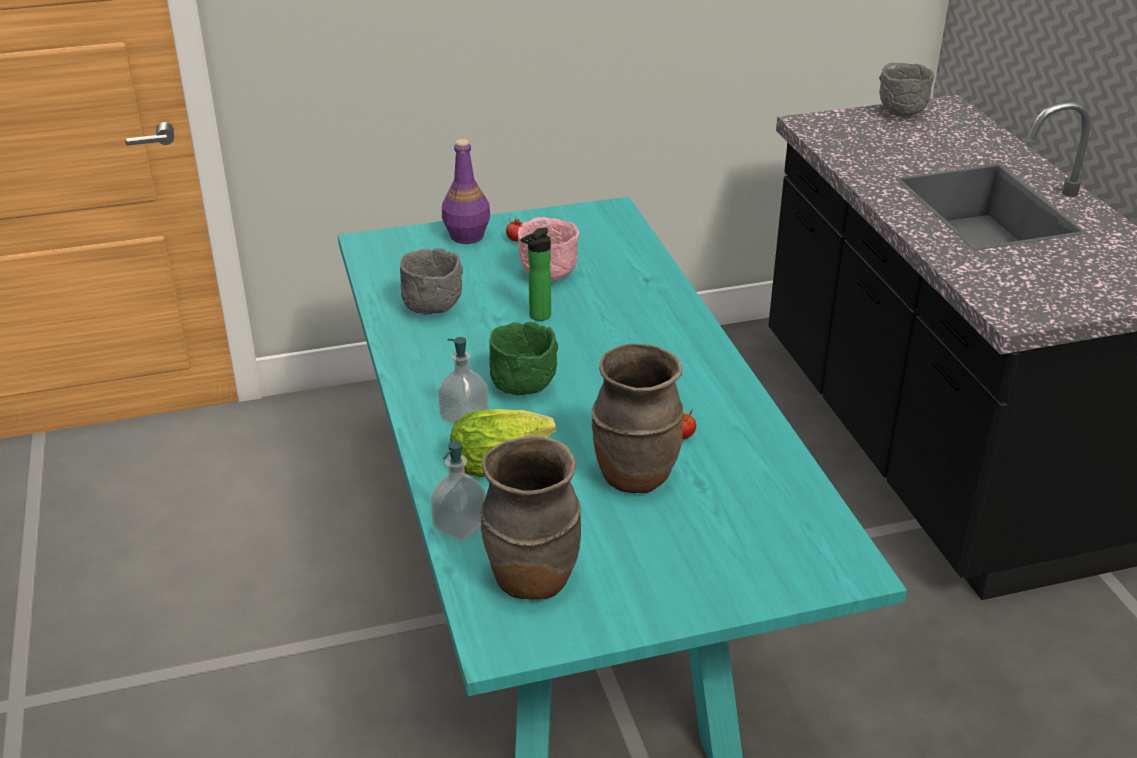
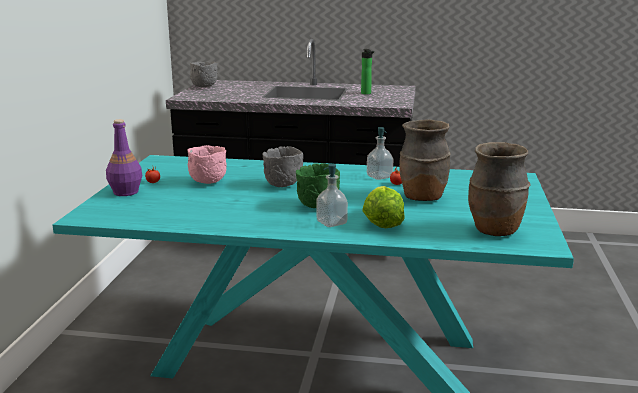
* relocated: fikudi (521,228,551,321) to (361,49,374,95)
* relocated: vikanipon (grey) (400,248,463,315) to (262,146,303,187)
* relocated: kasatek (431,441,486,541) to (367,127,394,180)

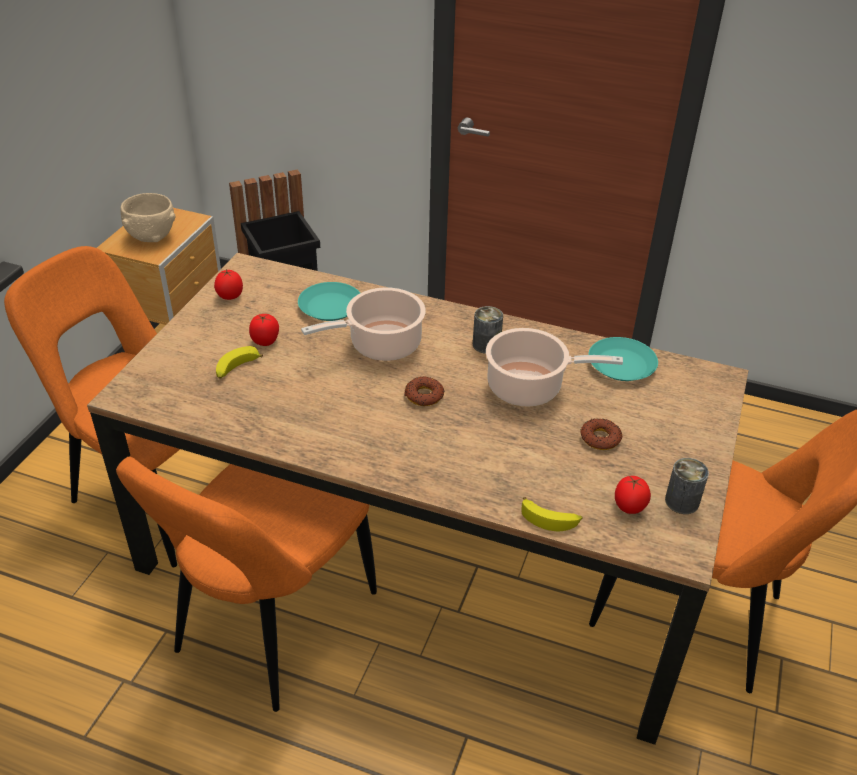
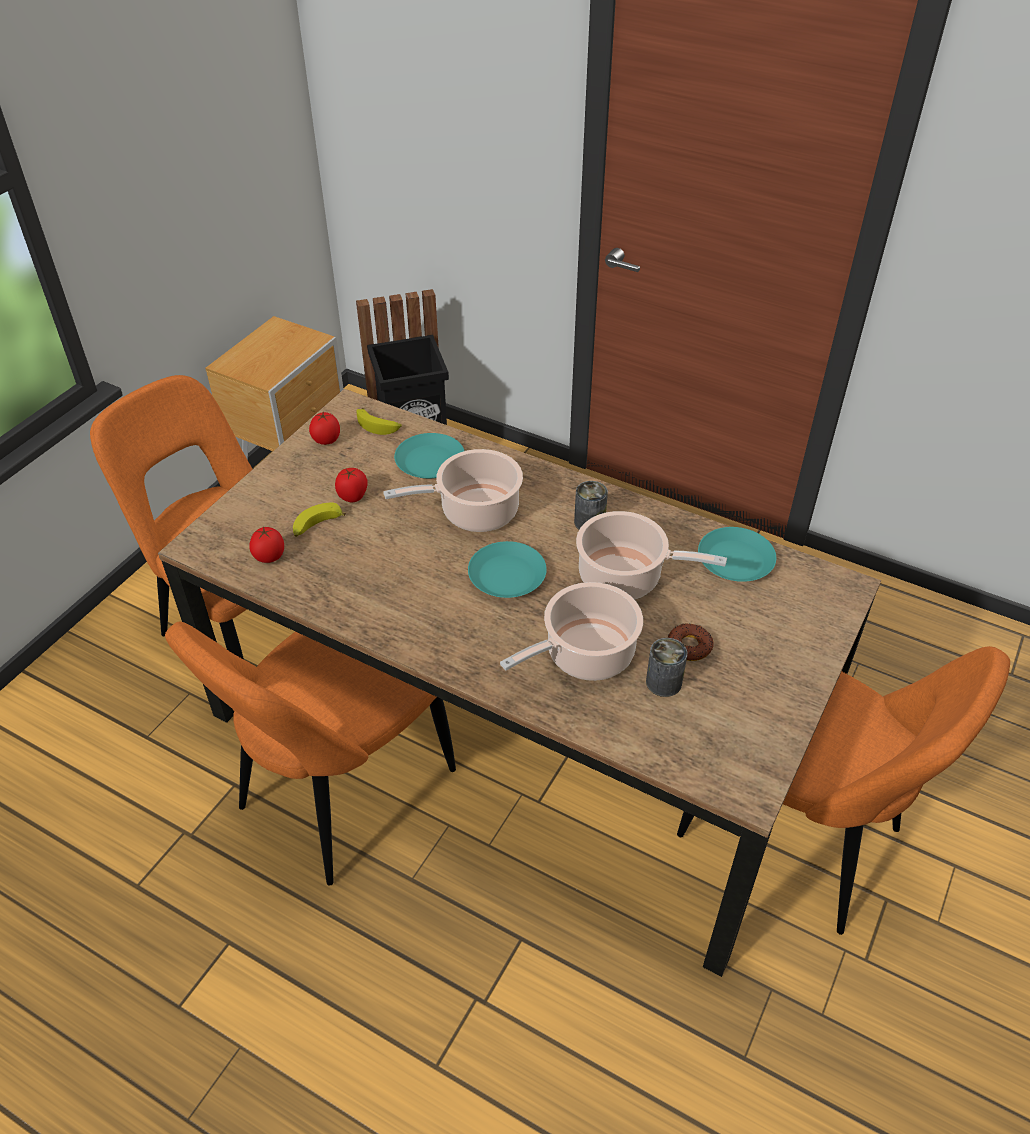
* missing: vikanipon (beige) (120,193,176,242)
* exchanged: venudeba (404,376,444,406) to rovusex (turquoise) (468,541,547,598)
* relocated: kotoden (665,458,709,514) to (646,638,687,697)
* relocated: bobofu (615,476,651,514) to (250,526,284,563)
* relocated: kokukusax (521,497,582,531) to (356,408,402,435)
* appeared: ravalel (500,582,643,681)

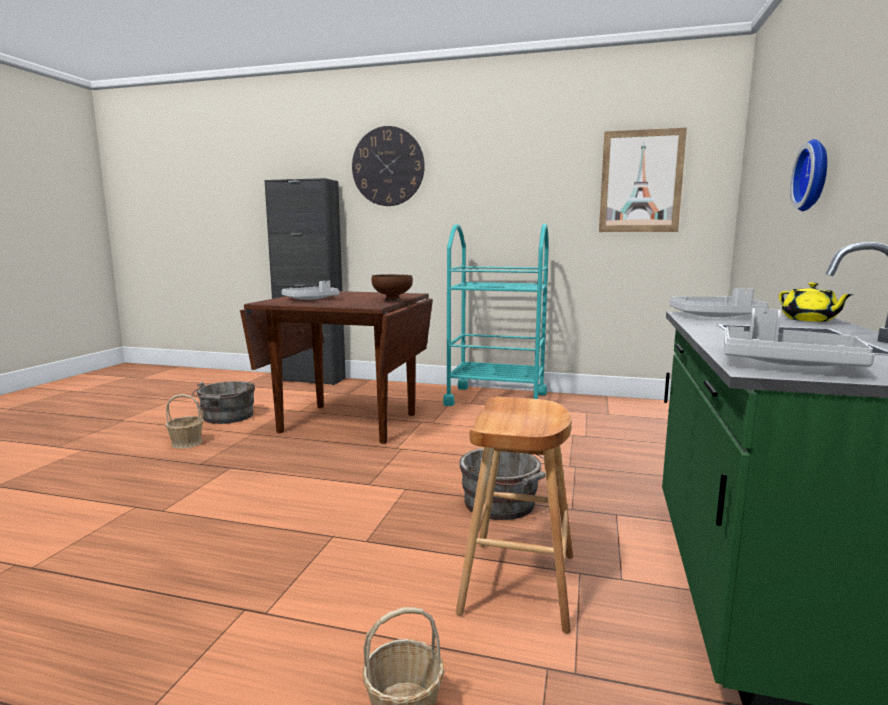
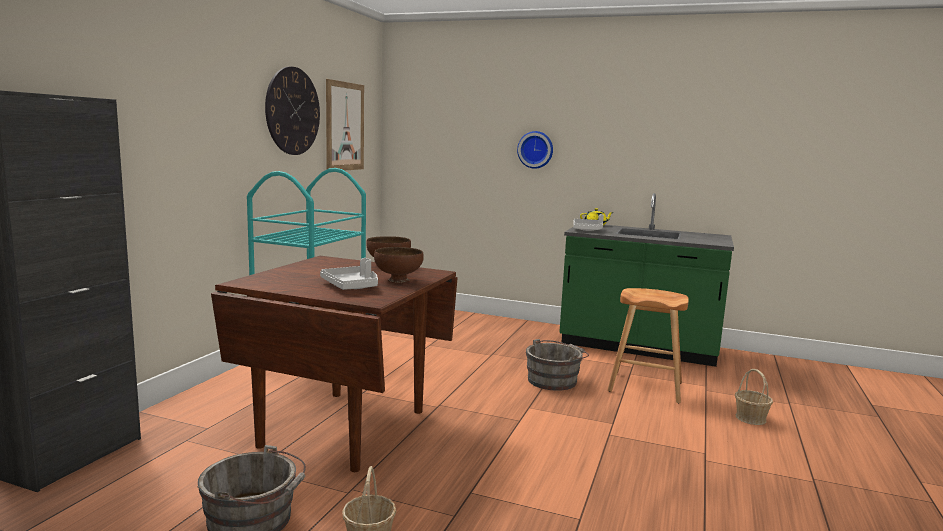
* relocated: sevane (352,126,425,206) to (265,67,320,155)
* missing: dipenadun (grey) (724,308,875,367)
* appeared: vikanipon (brown) (374,247,424,283)

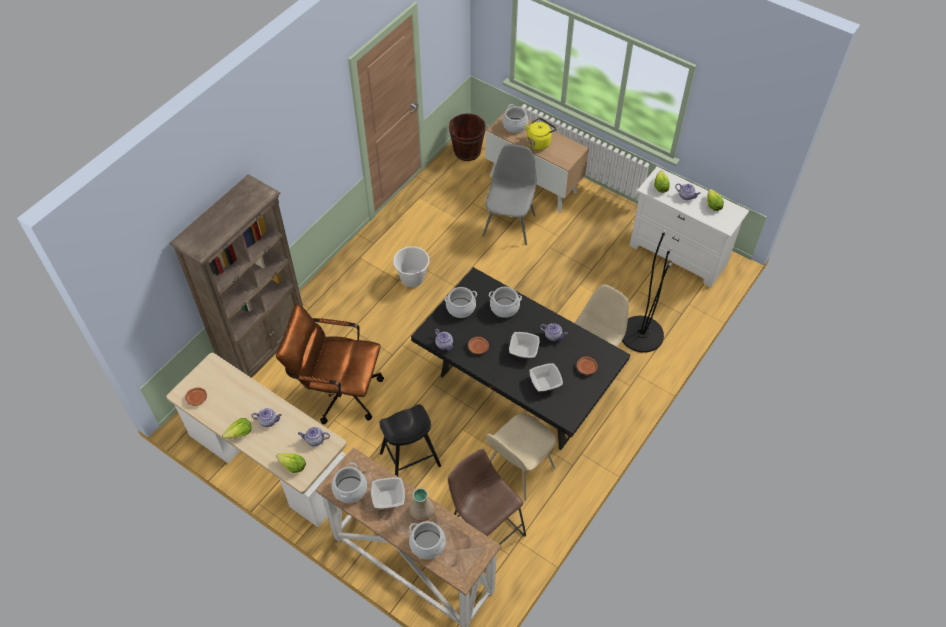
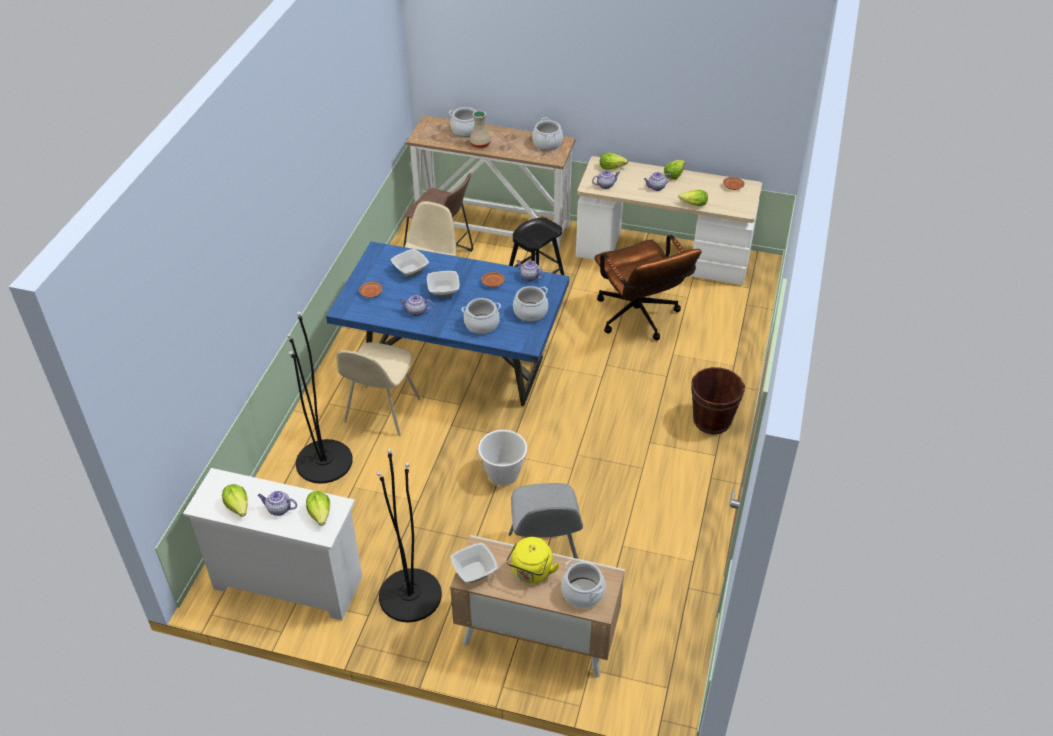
* relocated: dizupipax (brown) (449,113,486,161) to (691,367,745,434)
* missing: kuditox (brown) (169,174,303,378)
* relocated: dizupipax (white) (393,246,429,287) to (478,430,527,486)
* colour: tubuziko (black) (411,267,630,450) to tubuziko (blue) (326,242,569,406)
* spun: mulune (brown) (276,304,384,424) = (594,235,702,340) 75 degrees clockwise
* relocated: vikanipon (371,477,405,509) to (450,543,498,583)
* appeared: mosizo (678,190,708,206)
* appeared: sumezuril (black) (377,449,442,622)

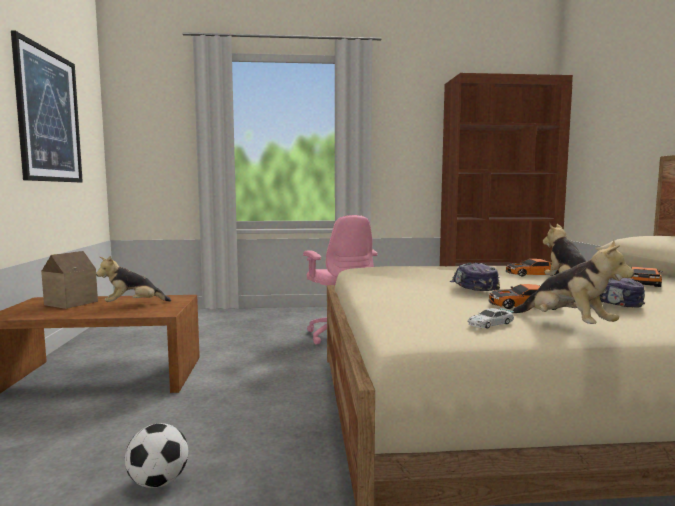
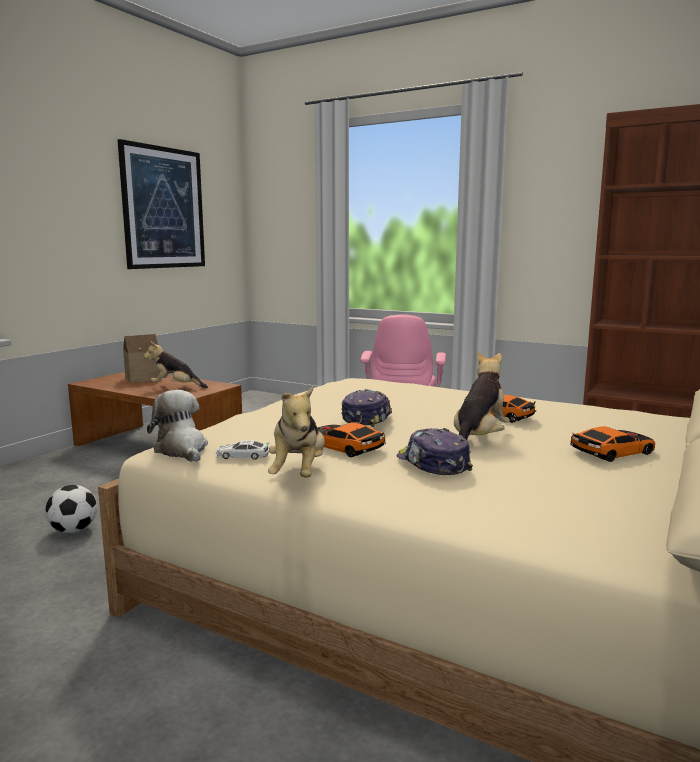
* appeared: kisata (147,390,208,462)

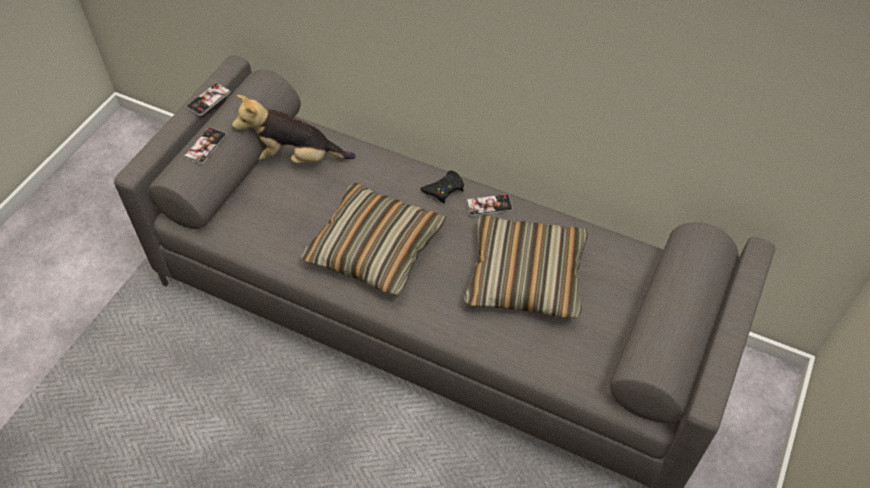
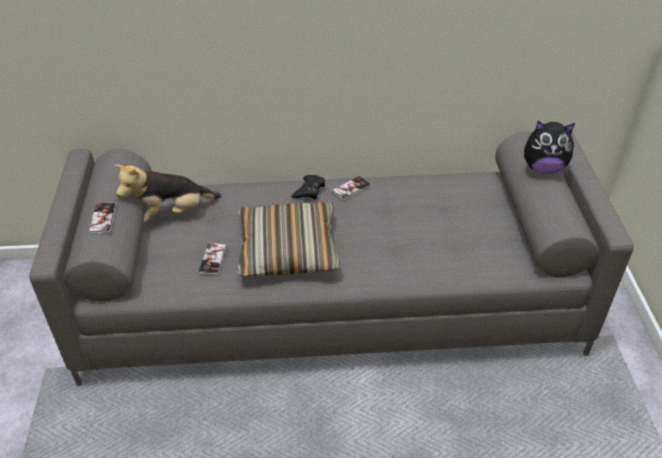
* relocated: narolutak (186,83,230,116) to (198,243,227,275)
* missing: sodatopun (464,215,588,318)
* appeared: kisata (524,121,575,174)

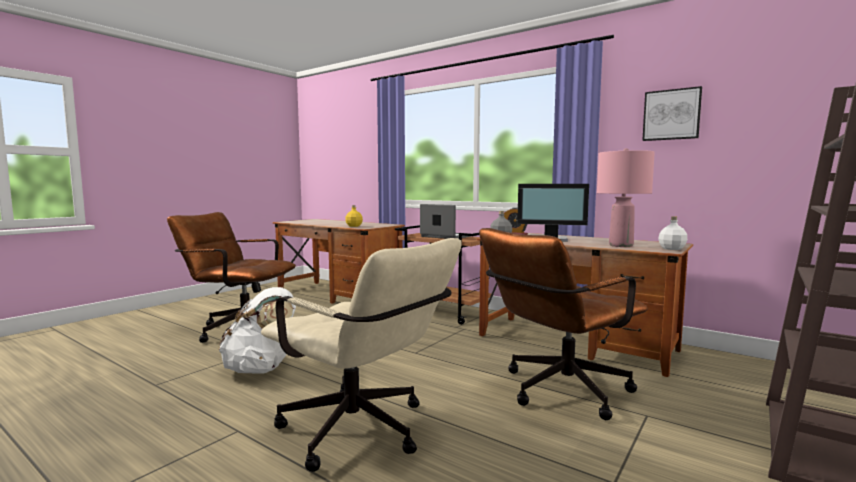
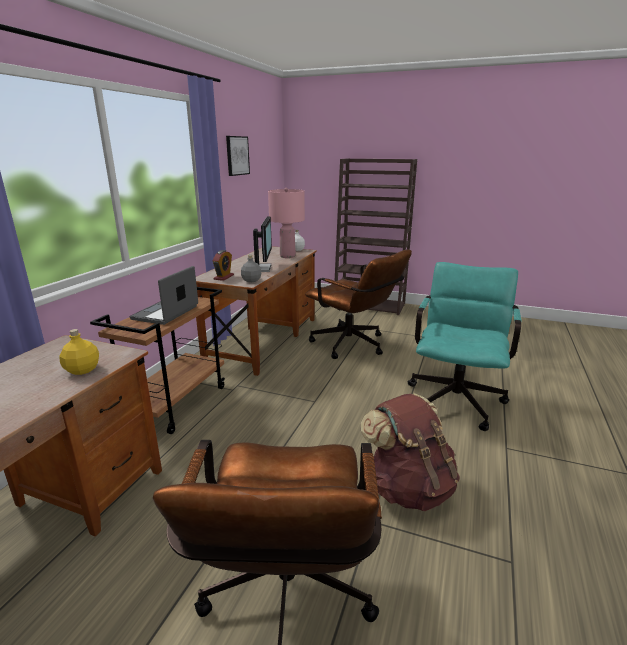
* colour: mulune (beige) (261,238,462,472) to mulune (turquoise) (408,262,522,431)
* colour: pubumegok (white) (218,287,296,374) to pubumegok (brown) (361,394,460,511)

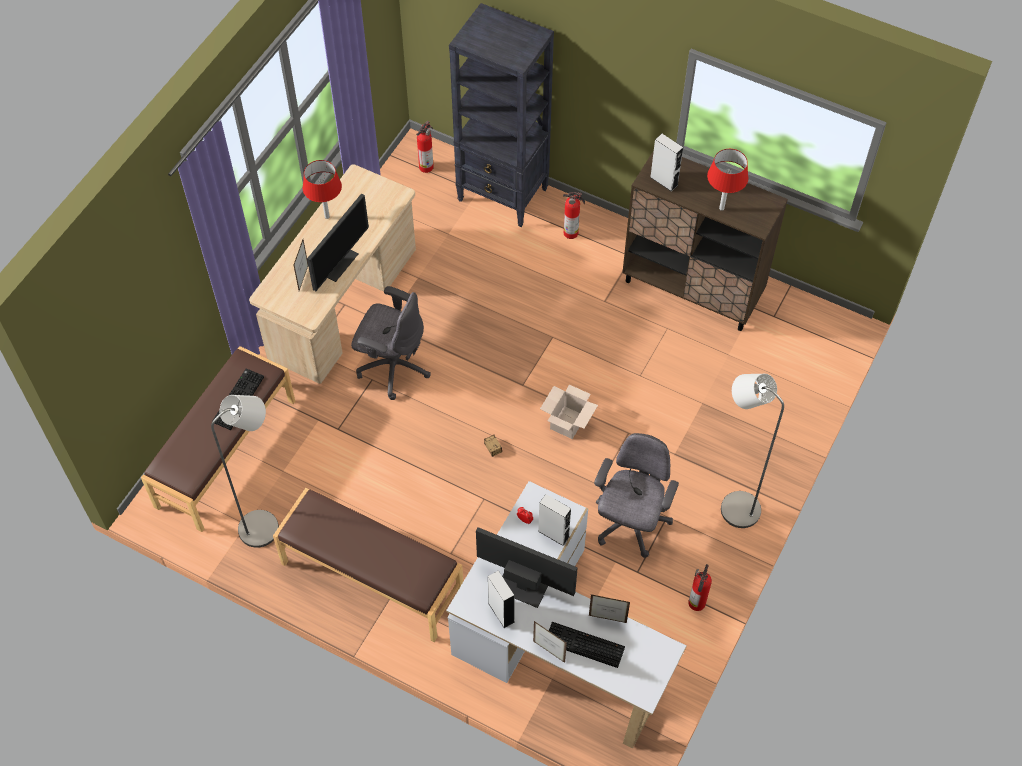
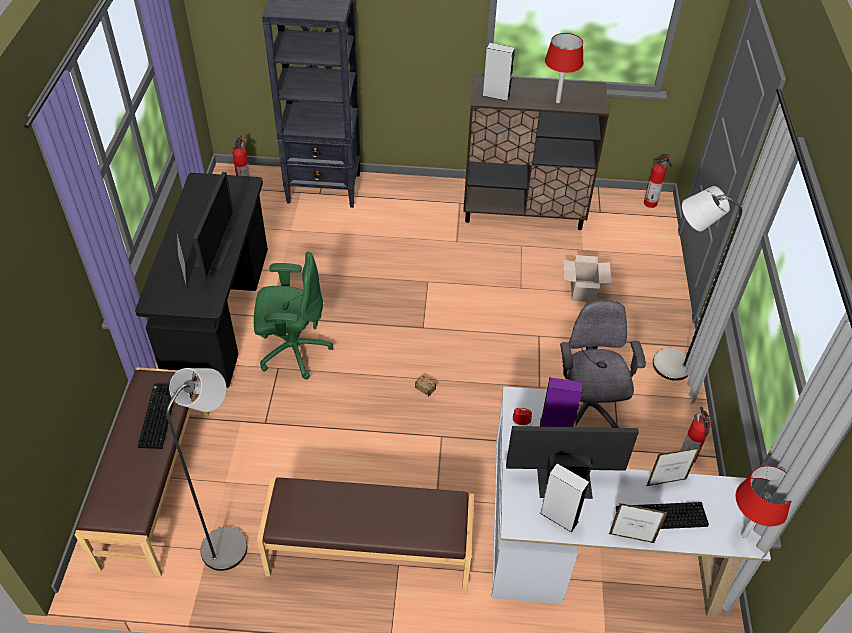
* relocated: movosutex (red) (303,160,342,219) to (735,465,791,538)
* colour: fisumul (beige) (249,164,416,384) to fisumul (black) (135,173,268,388)
* relocated: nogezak (563,192,585,239) to (644,155,671,208)
* colour: mulune (grey) (351,286,431,400) to mulune (green) (254,252,333,379)
* relocated: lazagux (540,385,598,439) to (563,255,611,302)
* colour: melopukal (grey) (538,494,571,546) to melopukal (purple) (540,377,583,427)

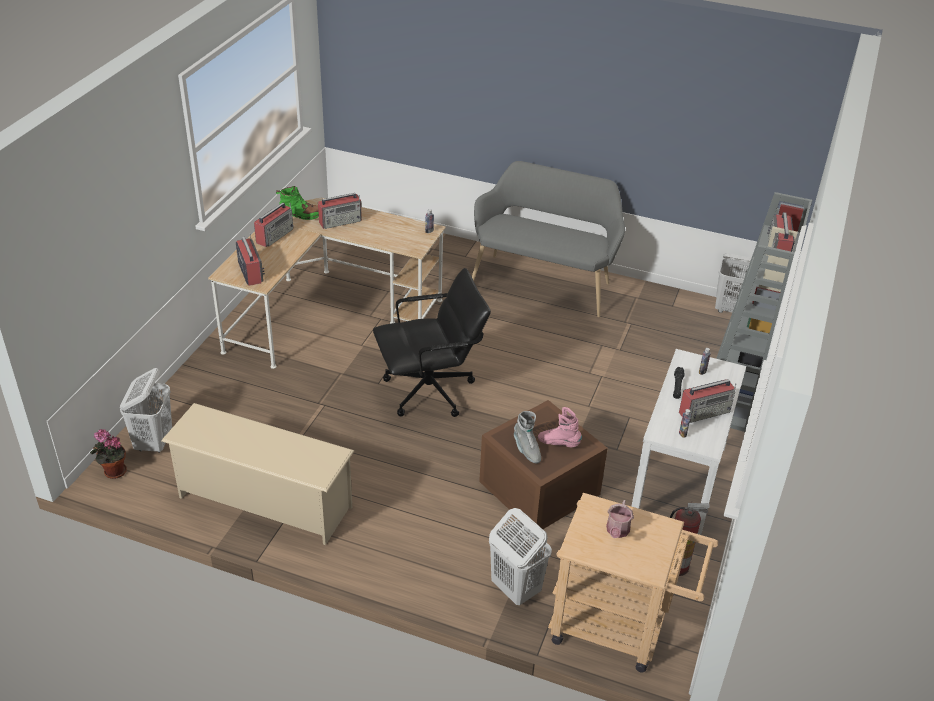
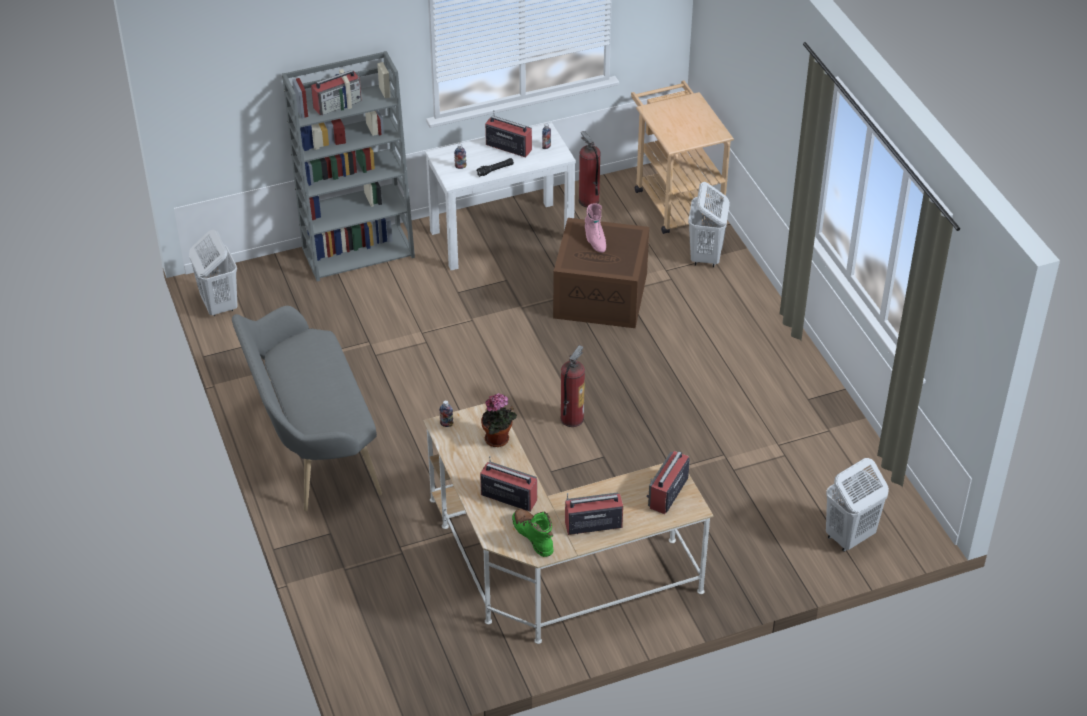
* exchanged: mulune (black) (373,268,491,417) to nogezak (560,345,585,427)
* missing: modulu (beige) (161,403,354,545)
* missing: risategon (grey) (514,411,541,464)
* relocated: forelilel (90,429,127,479) to (481,393,517,447)
* missing: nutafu (606,500,634,538)

